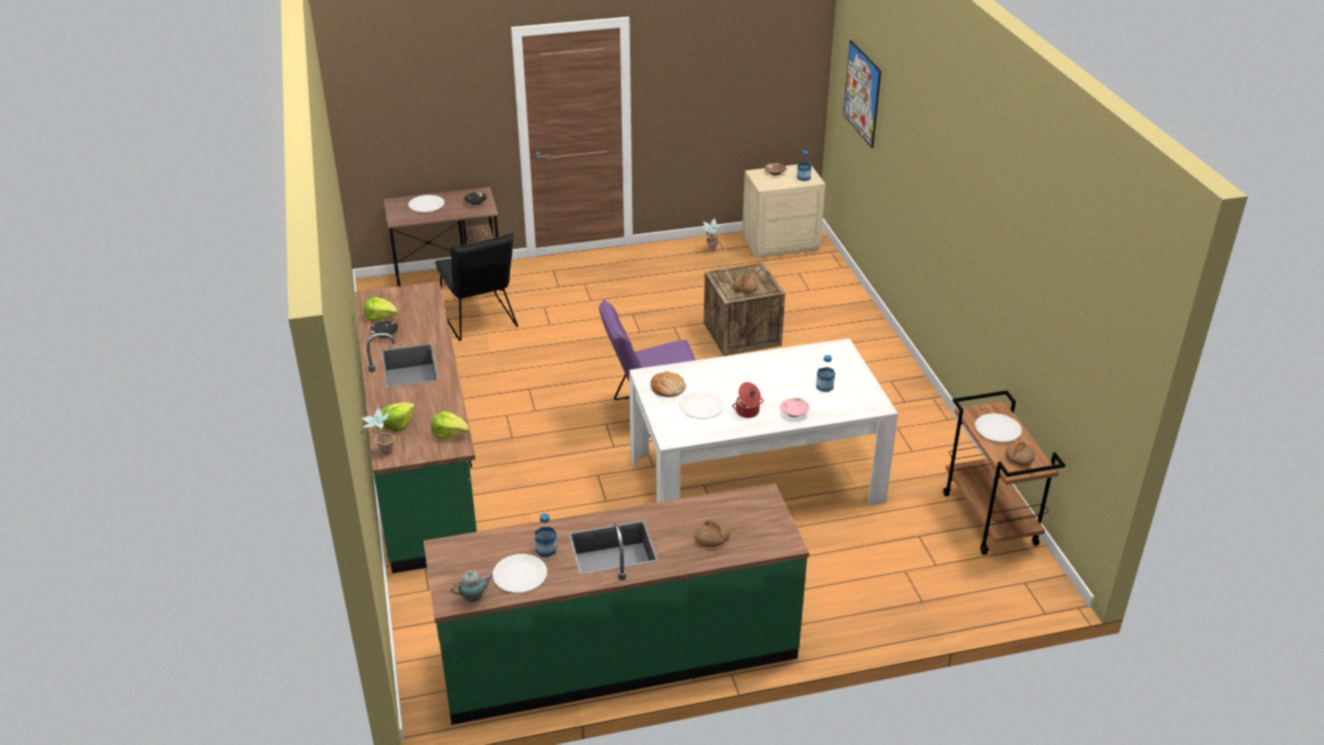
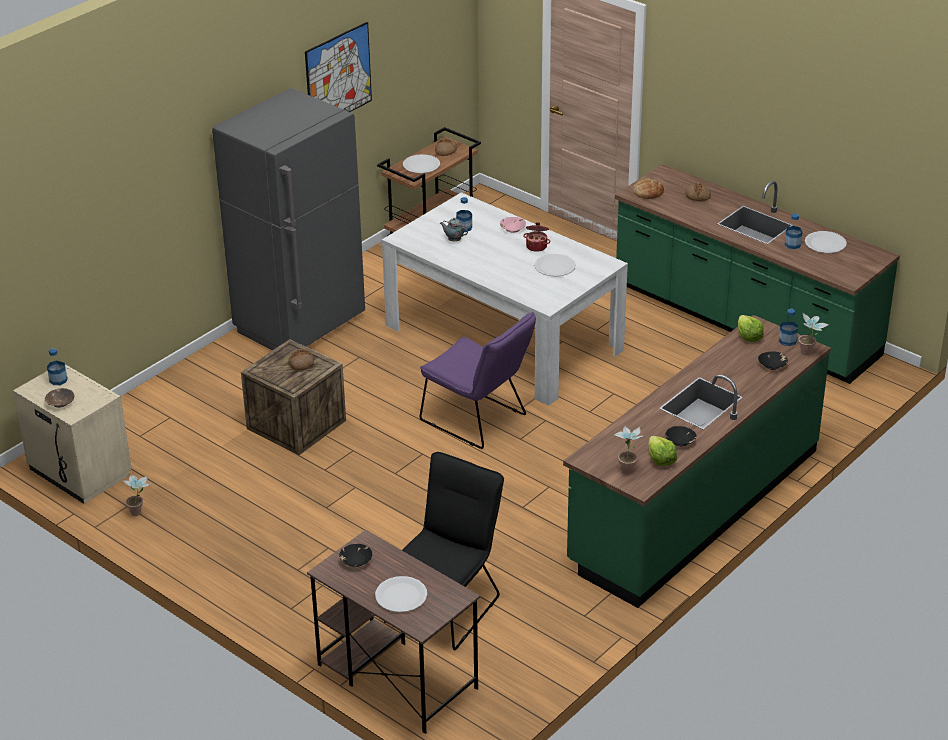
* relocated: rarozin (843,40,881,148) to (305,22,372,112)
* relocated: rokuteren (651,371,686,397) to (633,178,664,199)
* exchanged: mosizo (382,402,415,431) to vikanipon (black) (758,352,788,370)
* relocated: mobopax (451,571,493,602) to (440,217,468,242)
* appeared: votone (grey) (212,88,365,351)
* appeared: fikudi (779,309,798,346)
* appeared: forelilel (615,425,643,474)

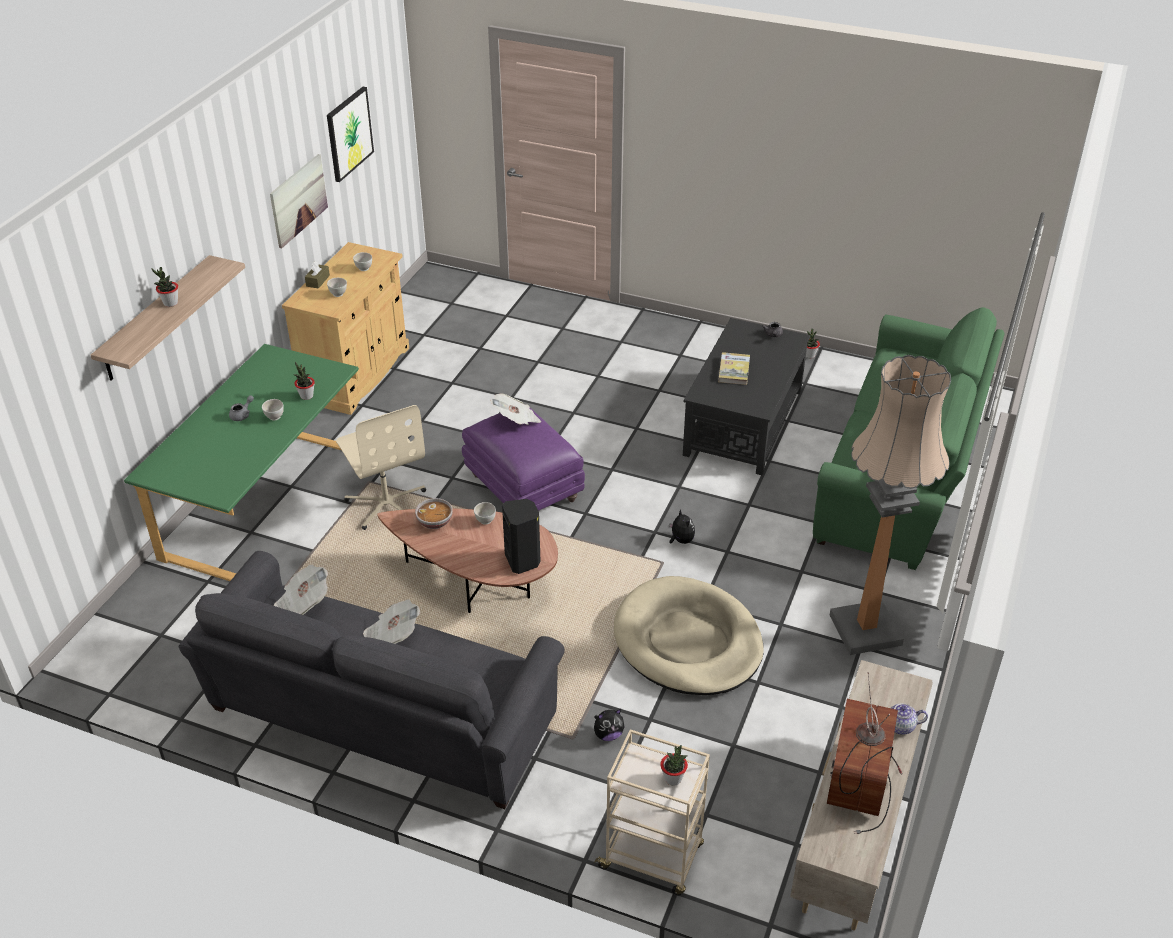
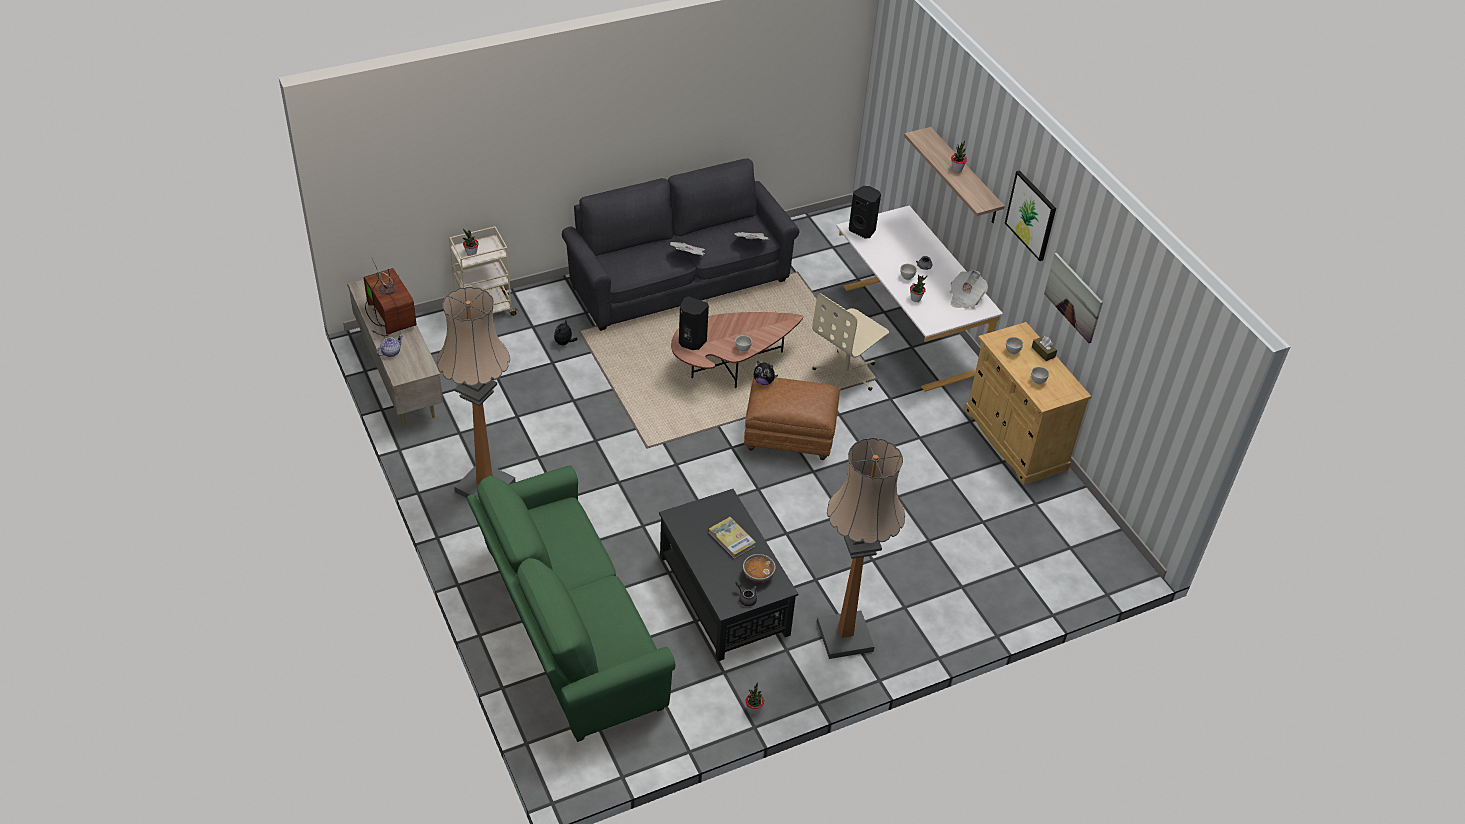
* relocated: rarozin (327,87,374,182) to (1005,171,1056,261)
* colour: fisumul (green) (124,344,359,581) to fisumul (white) (836,206,1003,392)
* relocated: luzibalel (490,394,541,425) to (950,270,988,309)
* spun: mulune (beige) (336,405,426,530) = (812,293,889,391) 60 degrees counterclockwise
* colour: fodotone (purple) (462,408,585,511) to fodotone (brown) (744,378,840,460)
* relocated: vikanipon (415,498,453,529) to (743,554,776,583)
* relocated: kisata (669,509,695,544) to (754,361,778,385)
* missing: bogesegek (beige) (614,576,764,695)
* appeared: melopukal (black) (849,186,881,239)
* appeared: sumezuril (817,438,905,659)

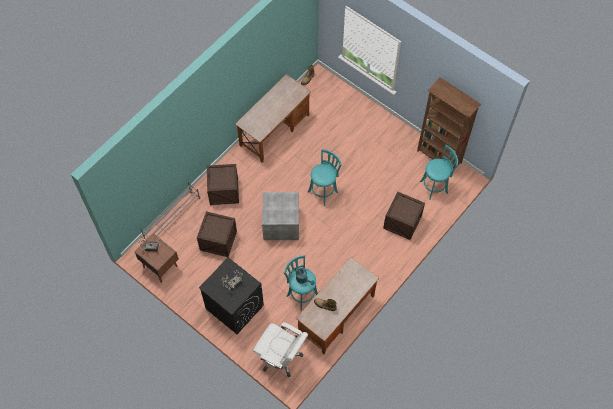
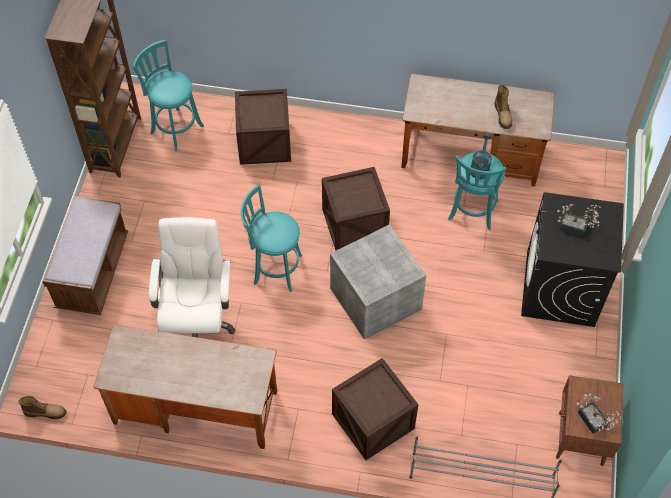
* relocated: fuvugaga (197,211,237,257) to (322,167,390,251)
* relocated: mulune (white) (253,322,308,377) to (149,217,235,337)
* appeared: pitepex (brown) (42,196,128,315)

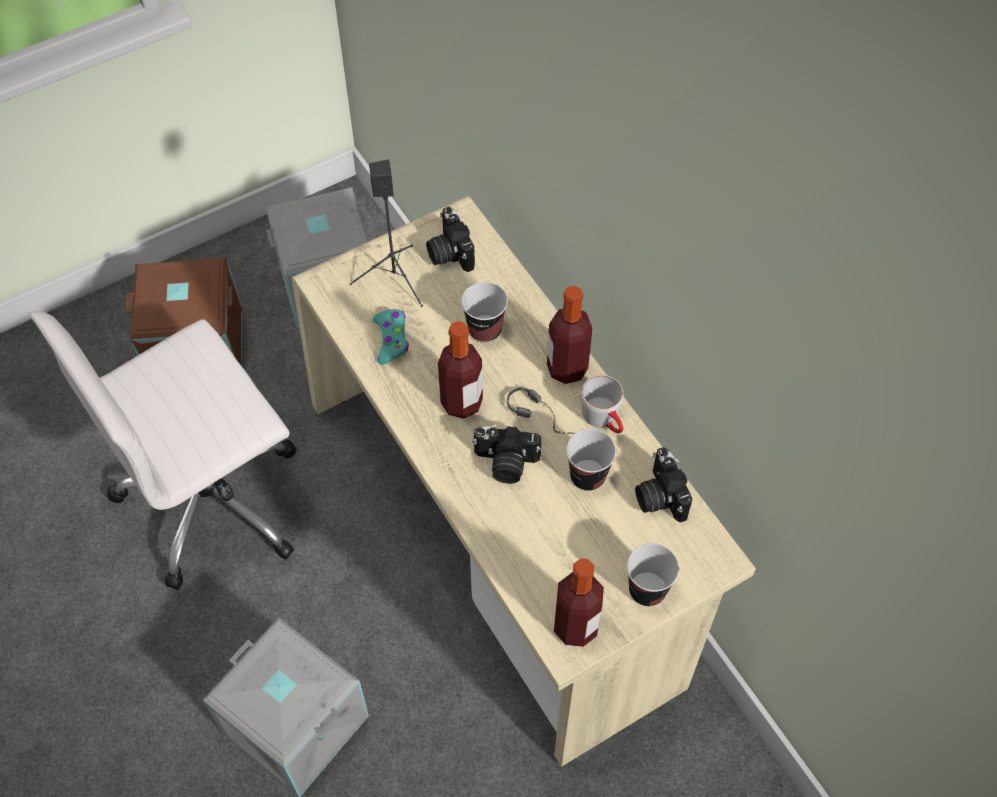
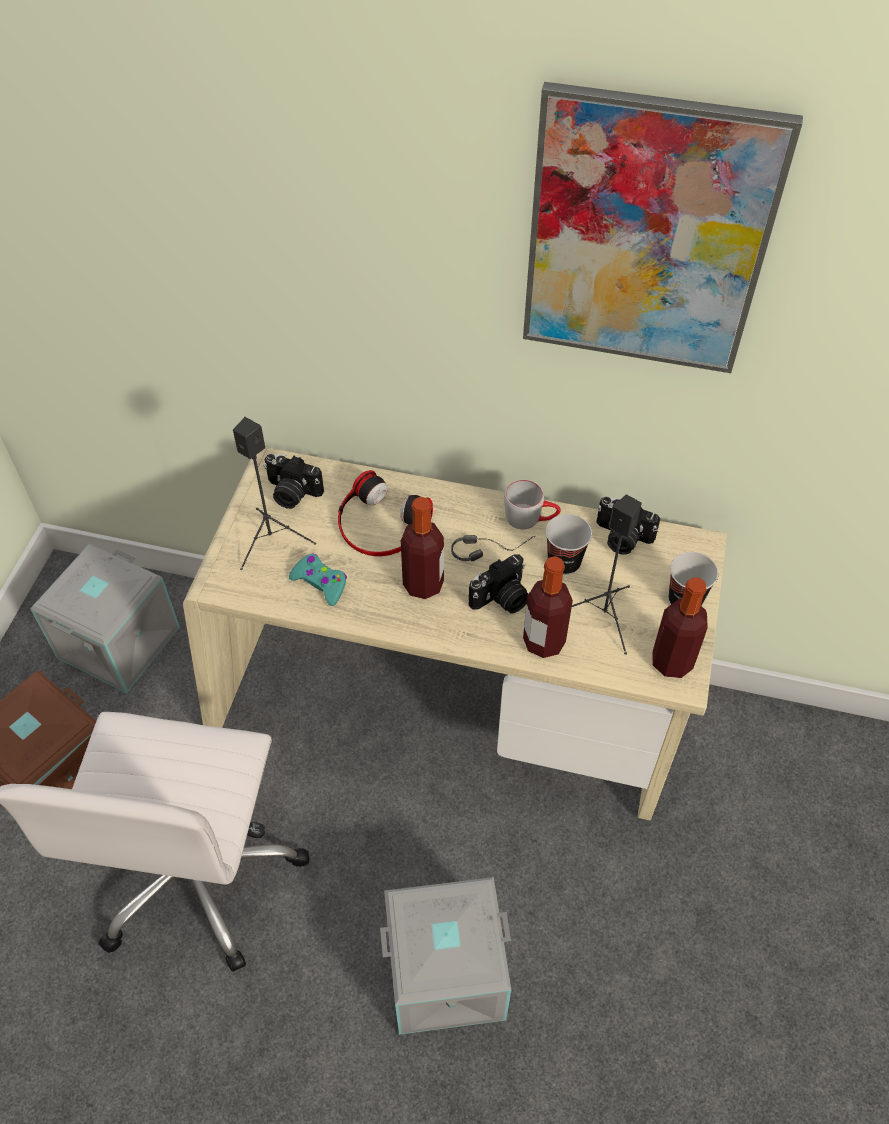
* exchanged: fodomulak (461,282,508,343) to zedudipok (338,470,433,556)
* relocated: fikudi (547,286,593,384) to (523,556,573,658)
* appeared: rarozin (523,82,803,373)
* appeared: melopukal (black) (572,494,642,655)

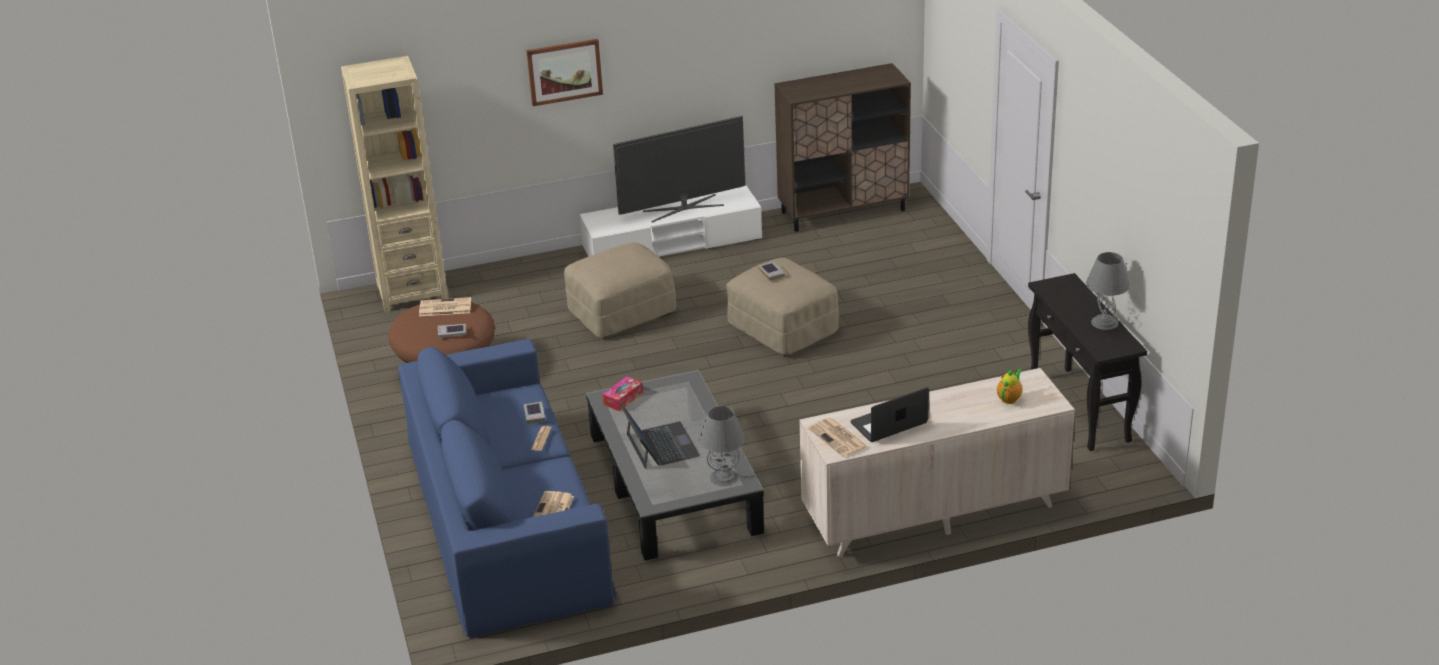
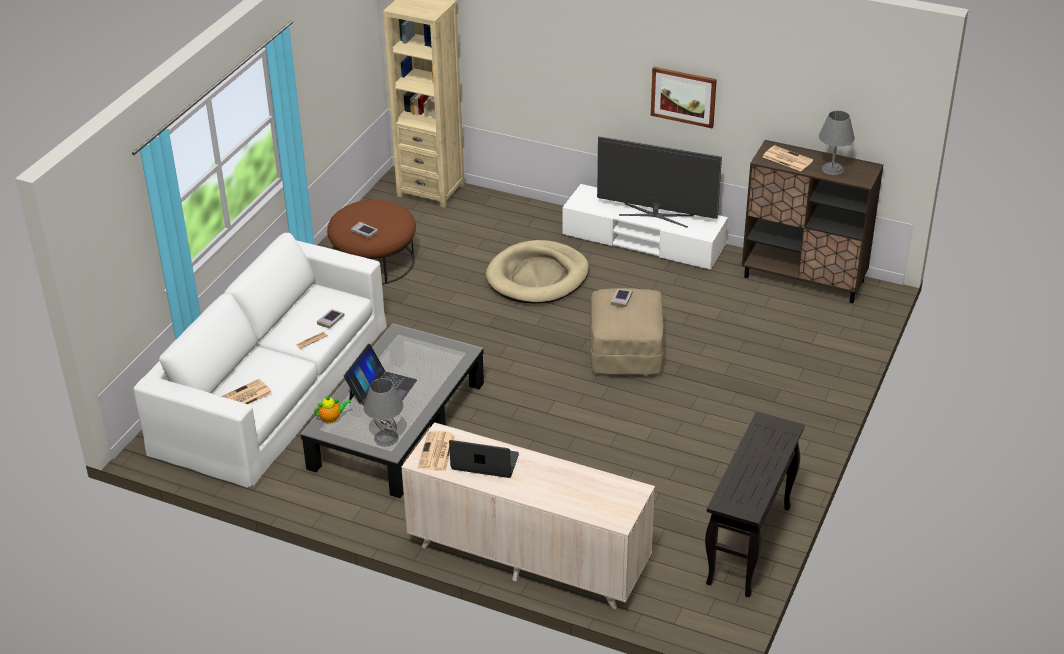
* relocated: rarozin (526,39,603,106) to (651,67,717,128)
* exchanged: fodotone (beige) (564,242,676,338) to bogesegek (beige) (486,240,589,304)
* relocated: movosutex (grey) (1086,252,1130,330) to (819,110,855,175)
* relocated: luzibalel (419,297,471,316) to (763,145,813,171)
* colour: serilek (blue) (398,339,616,639) to serilek (white) (133,233,387,488)
* relocated: mobopax (997,369,1022,404) to (314,396,351,423)
* missing: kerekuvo (603,376,643,411)

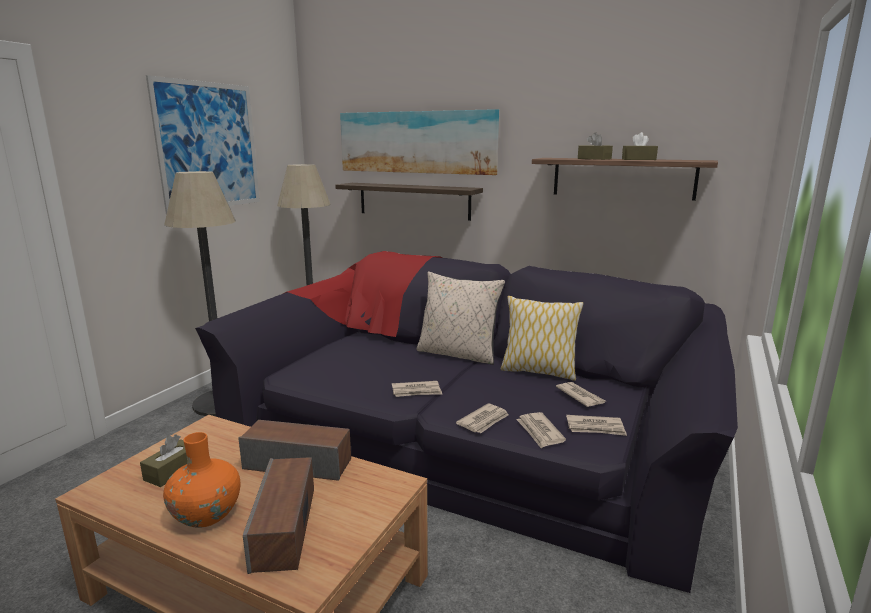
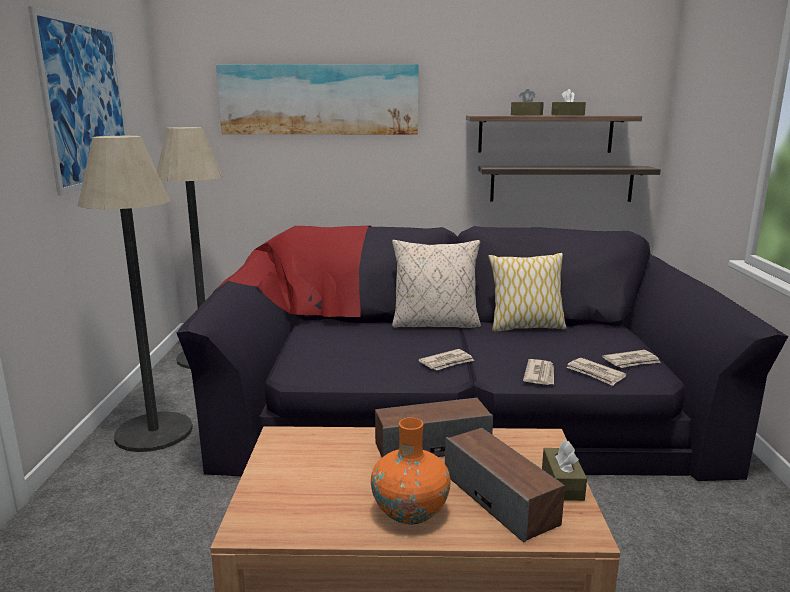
* relocated: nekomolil (335,183,483,221) to (478,166,661,202)
* missing: luzibalel (556,382,605,407)
* relocated: kerekuvo (brown) (140,434,187,487) to (542,439,587,501)

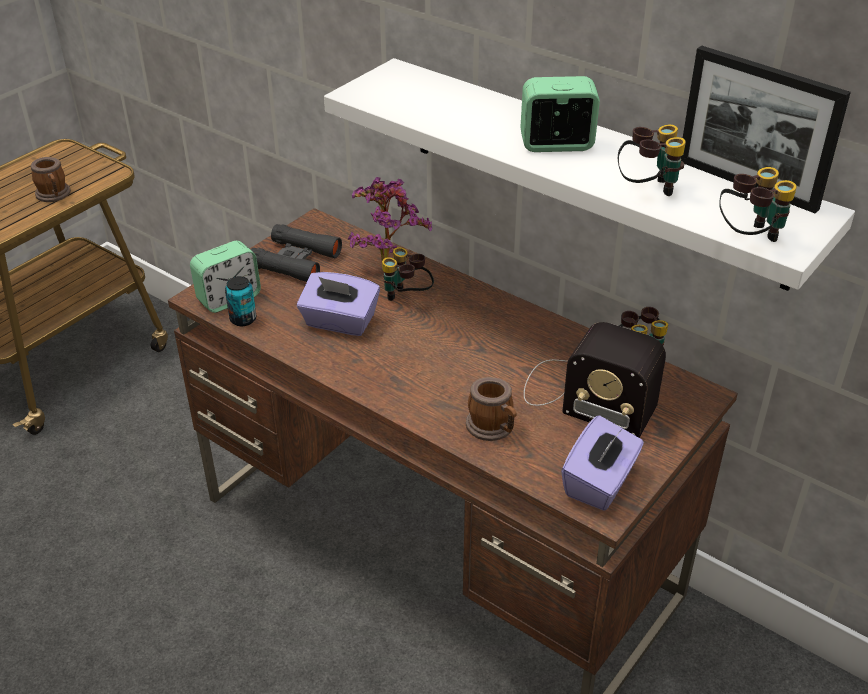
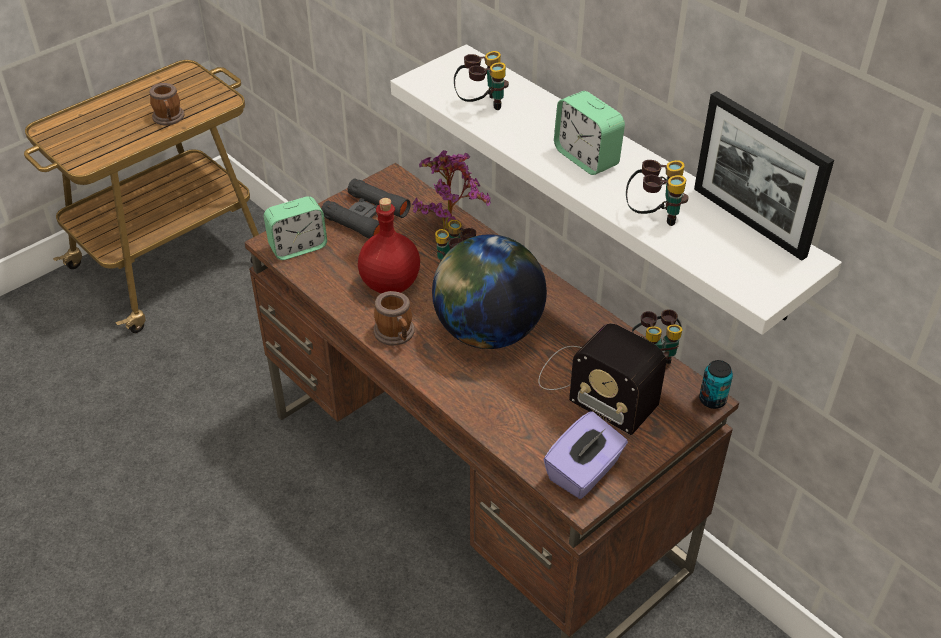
* spun: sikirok (521,76,600,152) = (554,91,625,175) 135 degrees counterclockwise
* relocated: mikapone (719,167,797,242) to (454,51,509,110)
* exchanged: kerekuvo (purple) (297,272,380,336) to fikudi (red) (358,198,420,293)
* relocated: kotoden (225,276,257,326) to (699,360,733,409)
* relocated: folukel (466,377,517,441) to (374,291,414,346)
* appeared: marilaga (432,234,547,349)

